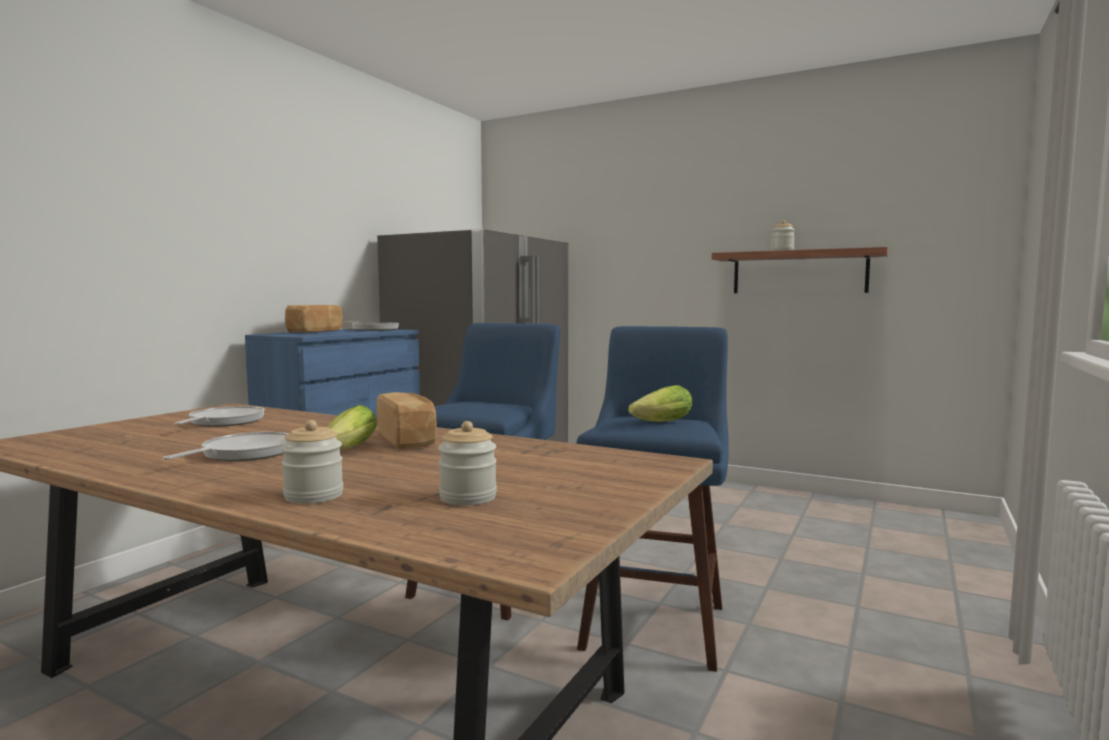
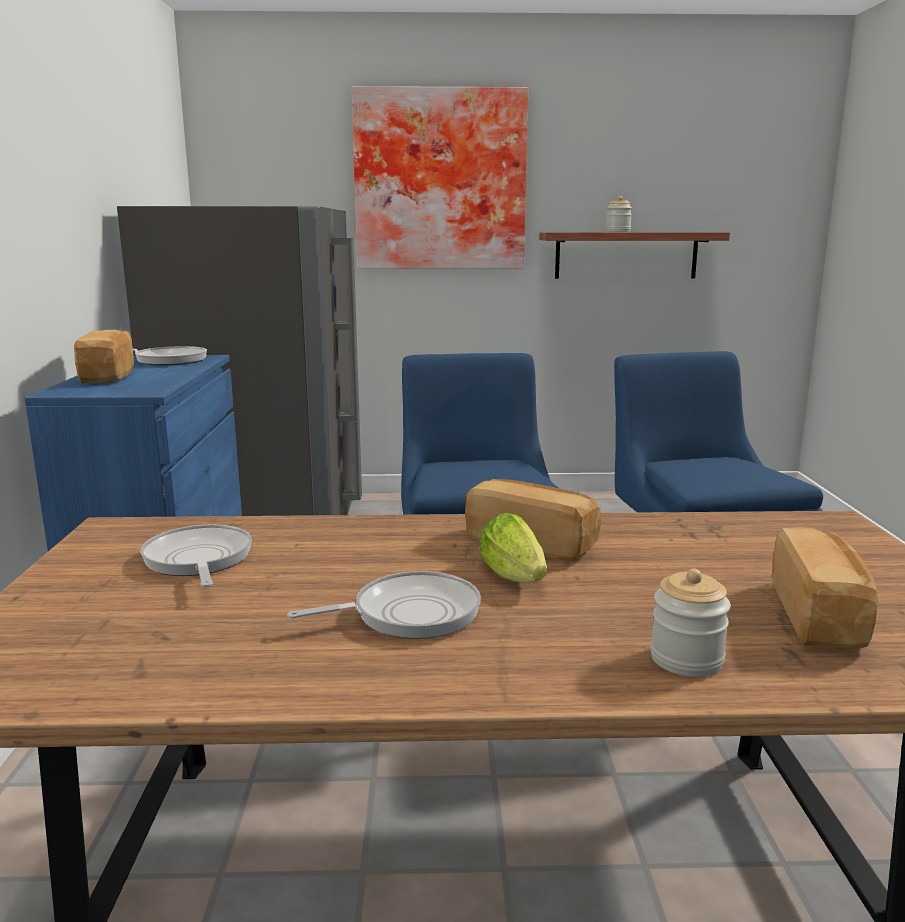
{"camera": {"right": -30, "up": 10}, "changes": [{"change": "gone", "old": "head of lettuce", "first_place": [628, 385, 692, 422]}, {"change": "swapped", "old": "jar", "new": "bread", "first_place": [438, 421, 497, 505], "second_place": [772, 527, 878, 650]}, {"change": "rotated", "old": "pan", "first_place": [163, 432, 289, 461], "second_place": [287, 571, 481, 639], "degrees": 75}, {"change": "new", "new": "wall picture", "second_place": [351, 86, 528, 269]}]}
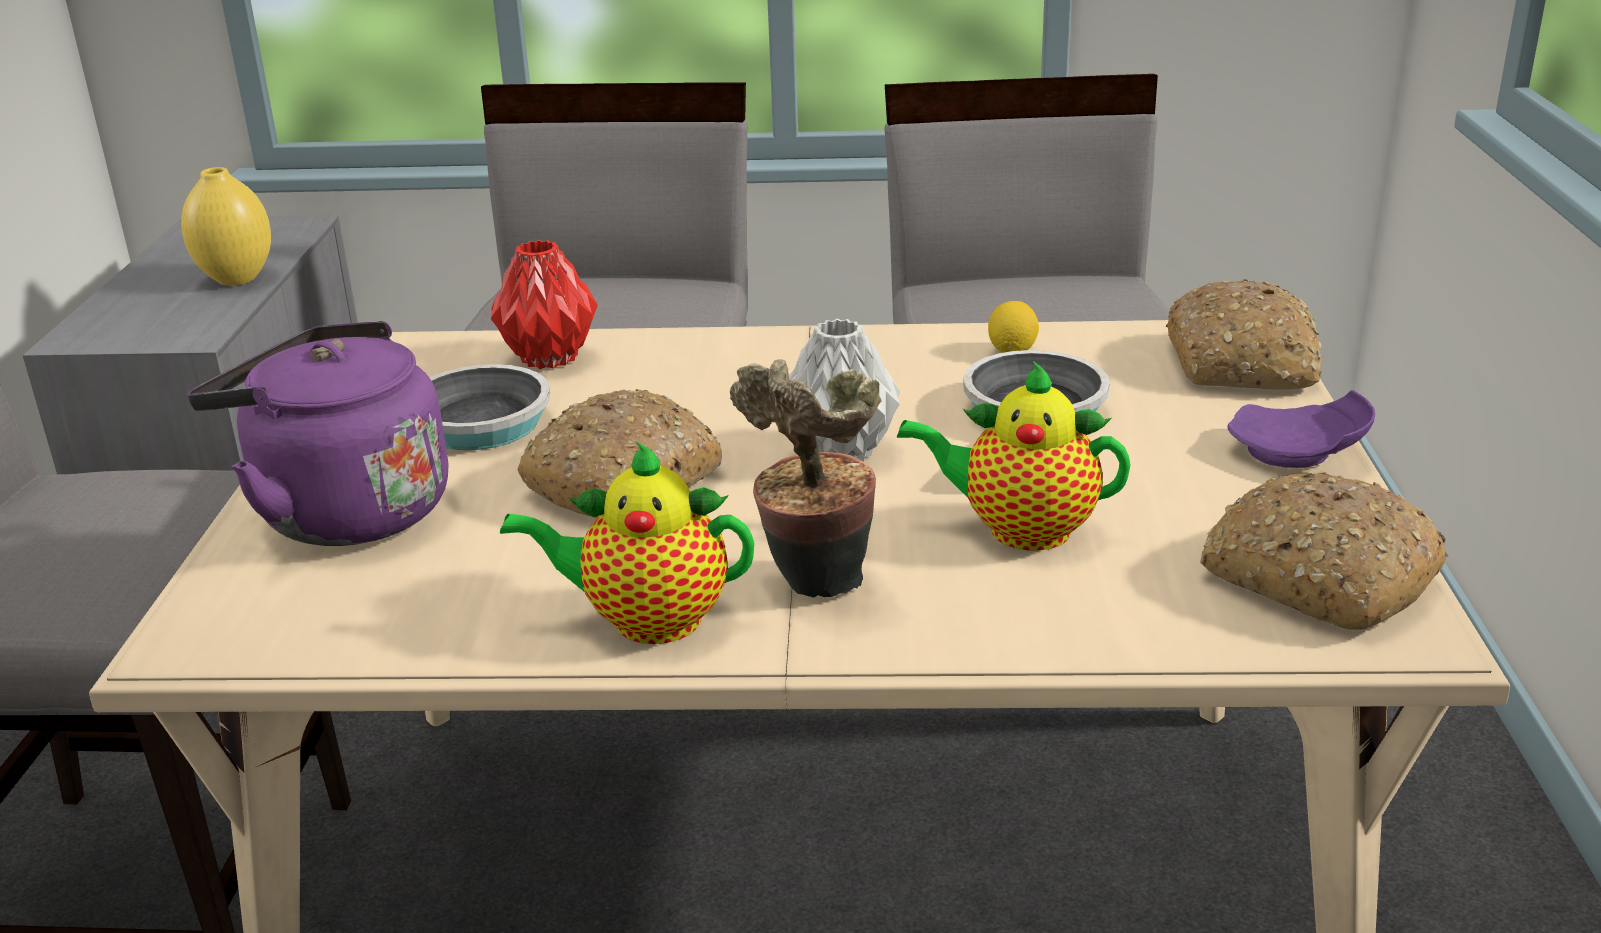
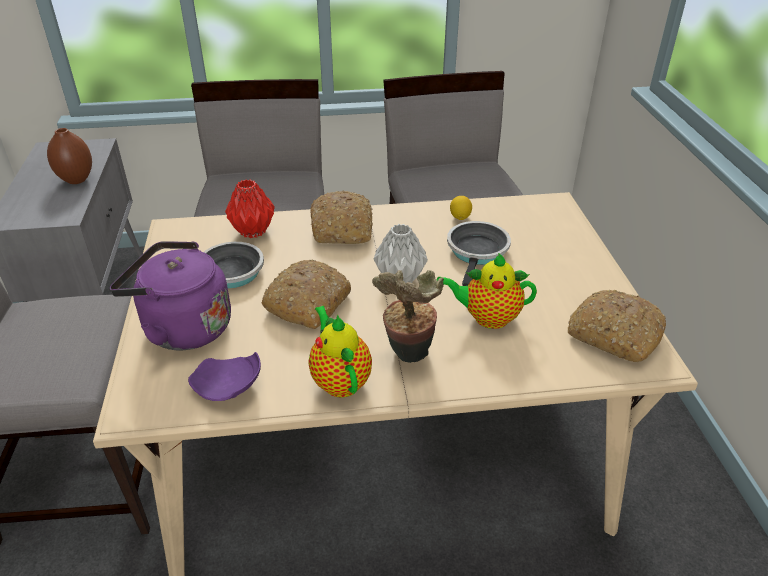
{"camera": {"right": -10, "up": 10}, "changes": [{"change": "repainted", "old": "vase (yellow)", "new": "vase (brownish)", "first_place": [181, 167, 271, 286], "second_place": [47, 128, 92, 184]}, {"change": "shifted", "old": "bread", "first_place": [1166, 279, 1322, 389], "second_place": [310, 191, 373, 244]}, {"change": "shifted", "old": "flat dish (purple)", "first_place": [1227, 390, 1375, 468], "second_place": [188, 352, 261, 401]}, {"change": "rotated", "old": "pot for tea", "first_place": [500, 441, 754, 644], "second_place": [308, 306, 372, 398], "degrees": 75}]}
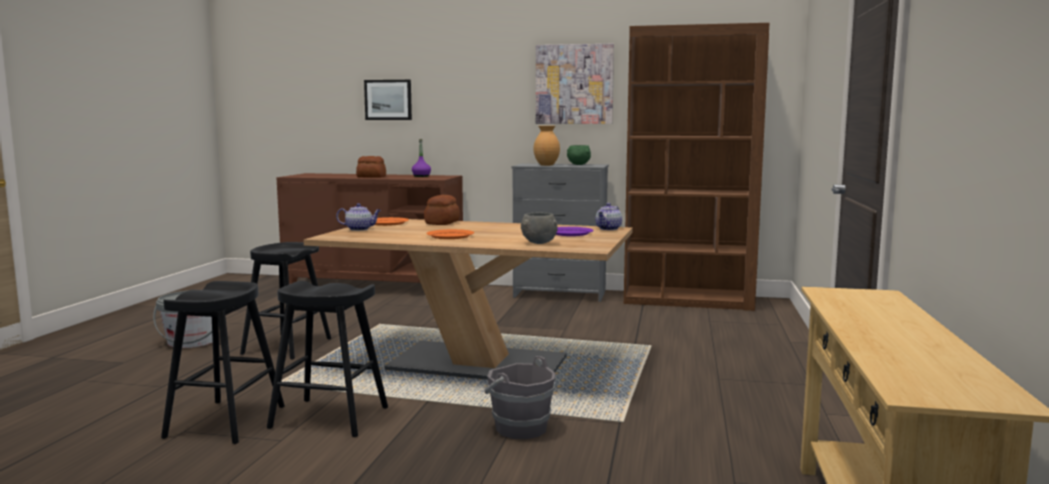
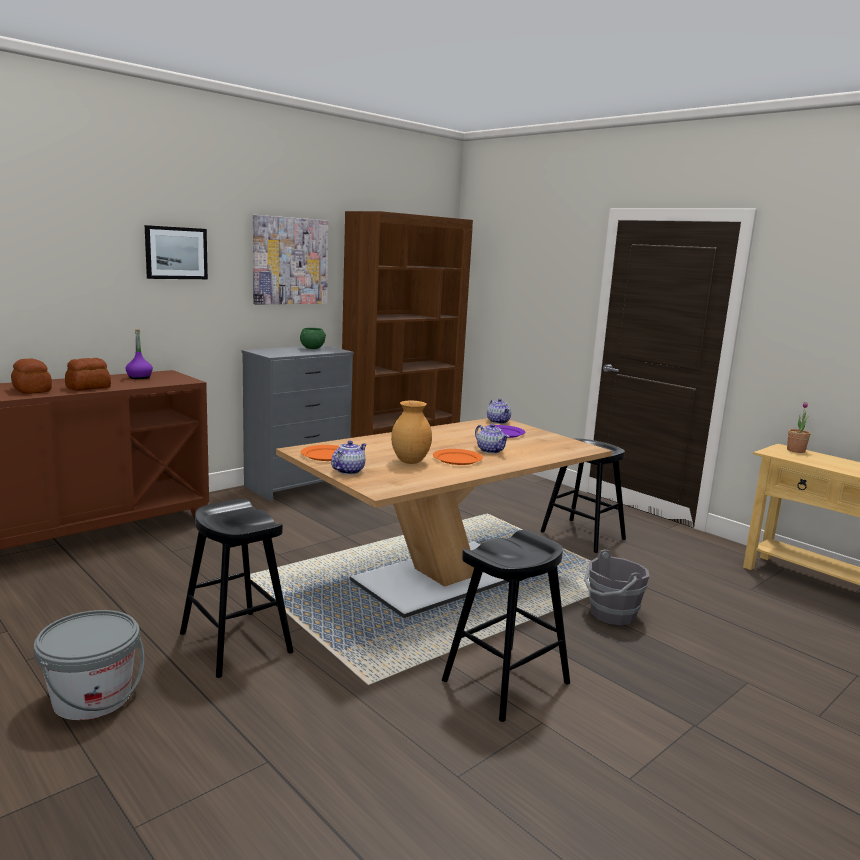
{"camera": {"right": -55, "up": 5}, "changes": [{"change": "shifted", "old": "wall picture", "first_place": [364, 80, 412, 120], "second_place": [145, 225, 208, 279]}, {"change": "shifted", "old": "vase (brownish)", "first_place": [534, 126, 560, 166], "second_place": [391, 401, 432, 464]}, {"change": "shifted", "old": "bread", "first_place": [424, 195, 460, 225], "second_place": [11, 359, 52, 394]}, {"change": "gone", "old": "bowl (grey)", "first_place": [521, 213, 558, 244]}, {"change": "shifted", "old": "sitting stool (black-coloured)", "first_place": [161, 281, 285, 444], "second_place": [541, 438, 626, 553]}, {"change": "new", "new": "plant in a pot", "second_place": [787, 402, 811, 453]}, {"change": "new", "new": "pot for tea", "second_place": [475, 424, 509, 454]}]}
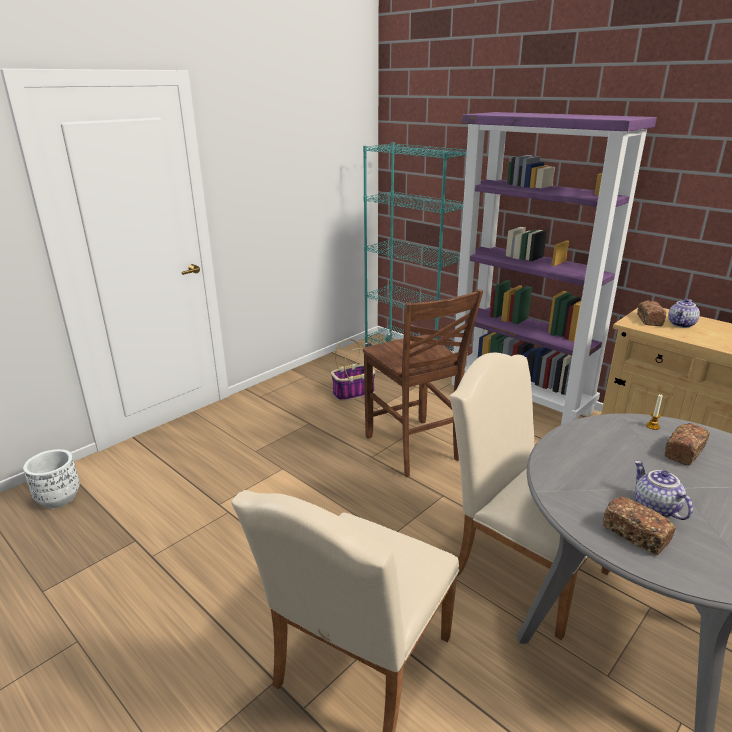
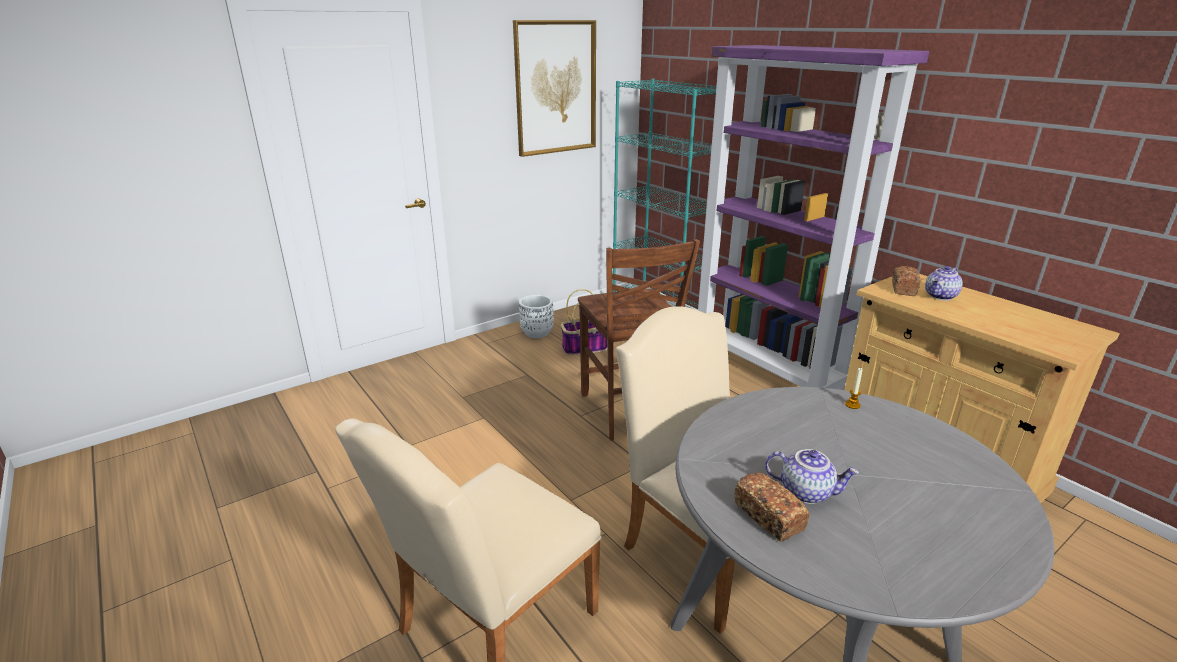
{"camera": {"right": 10, "up": 0}, "changes": [{"change": "gone", "old": "bread", "first_place": [665, 423, 710, 466]}, {"change": "shifted", "old": "plant pot (white-coloured)", "first_place": [23, 449, 80, 508], "second_place": [519, 295, 554, 338]}, {"change": "rotated", "old": "pot for tea", "first_place": [635, 461, 693, 520], "second_place": [765, 449, 859, 504], "degrees": 120}, {"change": "new", "new": "wall picture", "second_place": [513, 20, 596, 157]}]}
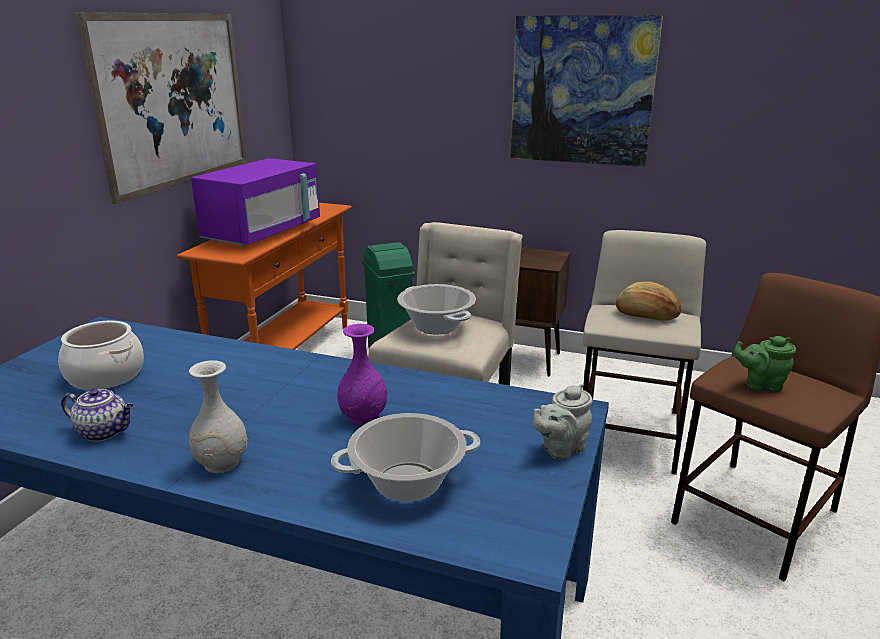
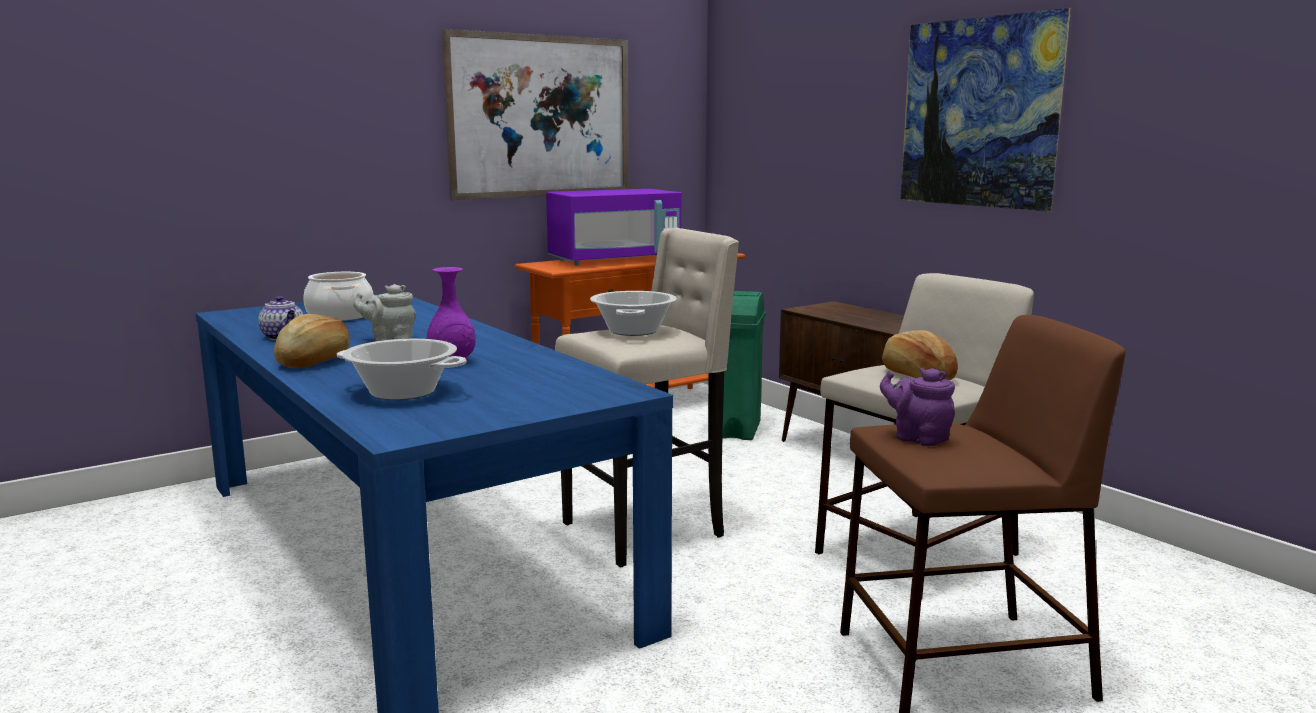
{"camera": {"right": 35, "up": -10}, "changes": [{"change": "repainted", "old": "pot for tea (greenish)", "new": "pot for tea (purple)", "first_place": [733, 336, 796, 392], "second_place": [880, 368, 955, 446]}, {"change": "swapped", "old": "vase (white-coloured)", "new": "bread", "first_place": [189, 360, 247, 473], "second_place": [274, 314, 350, 368]}, {"change": "shifted", "old": "pot for tea (grey)", "first_place": [533, 384, 593, 460], "second_place": [353, 284, 416, 342]}]}
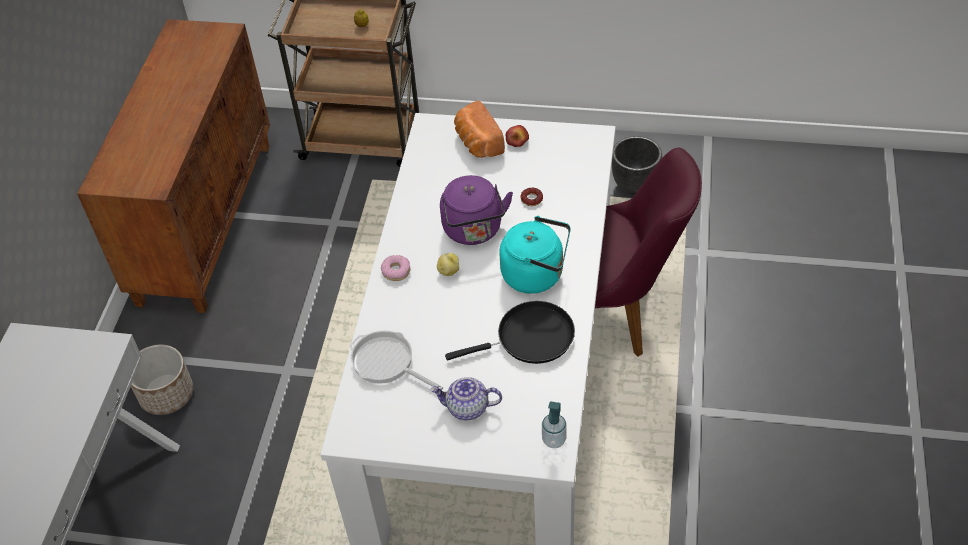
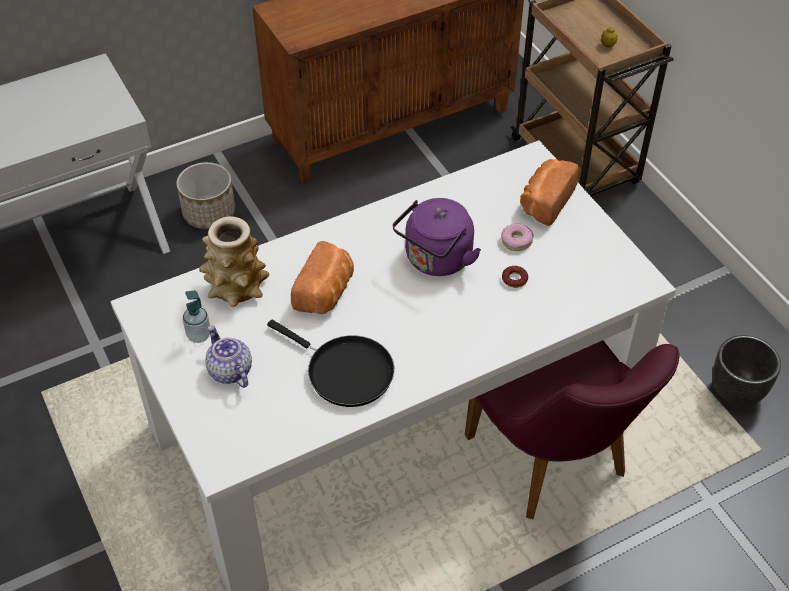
{"camera": {"right": 50, "up": 0}, "changes": [{"change": "gone", "old": "whole apple", "first_place": [506, 125, 529, 147]}, {"change": "gone", "old": "kettle (turquoise-coloured)", "first_place": [499, 216, 571, 294]}, {"change": "gone", "old": "potato", "first_place": [437, 253, 459, 276]}, {"change": "shifted", "old": "ring doughnut", "first_place": [381, 255, 411, 281], "second_place": [501, 223, 534, 251]}, {"change": "swapped", "old": "pan", "new": "vase", "first_place": [350, 330, 443, 390], "second_place": [199, 216, 269, 307]}, {"change": "shifted", "old": "soap dispenser", "first_place": [542, 401, 567, 448], "second_place": [183, 291, 210, 343]}, {"change": "new", "new": "bread", "second_place": [291, 241, 354, 314]}]}
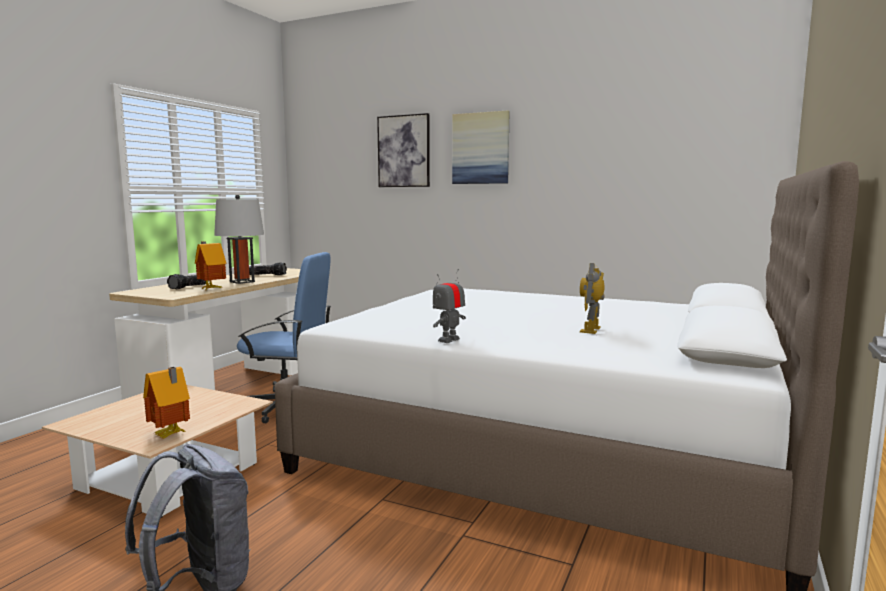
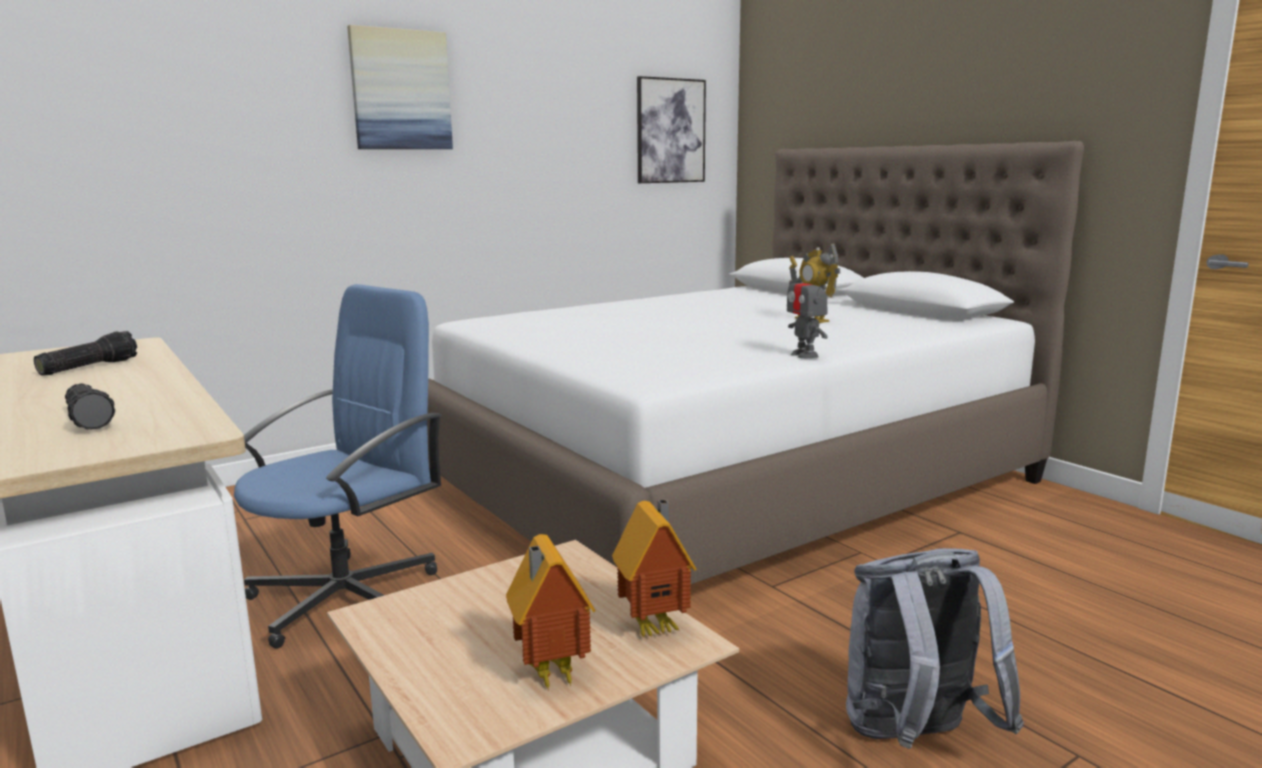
{"camera": {"right": -60, "up": 5}, "changes": [{"change": "shifted", "old": "wall picture", "first_place": [377, 113, 430, 187], "second_place": [637, 76, 706, 183]}, {"change": "gone", "old": "lamp for a table (grey)", "first_place": [214, 195, 264, 284]}, {"change": "shifted", "old": "miniature house", "first_place": [195, 241, 226, 290], "second_place": [506, 534, 596, 691]}]}
